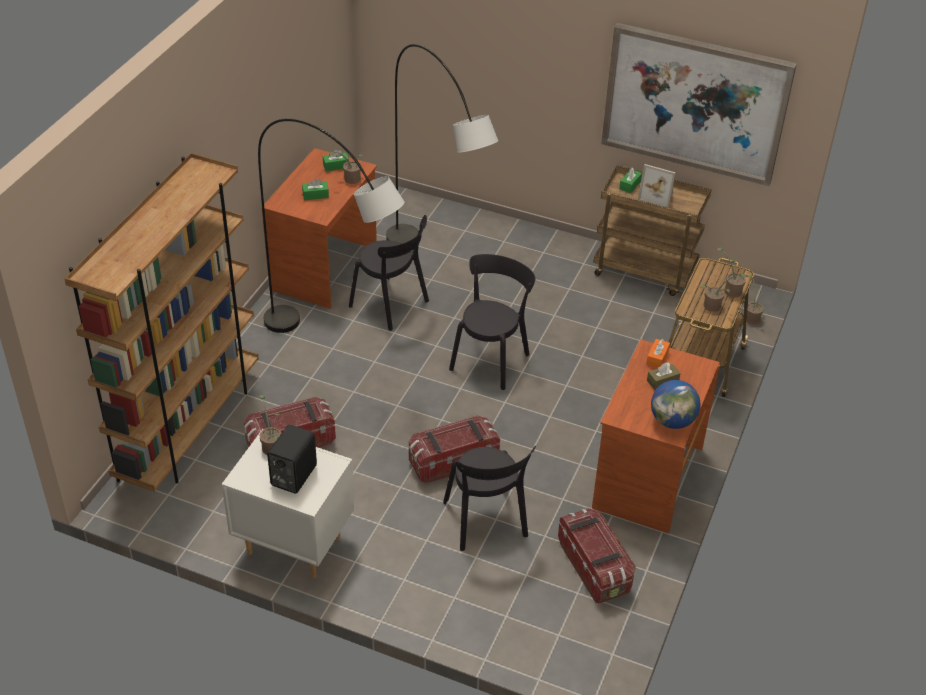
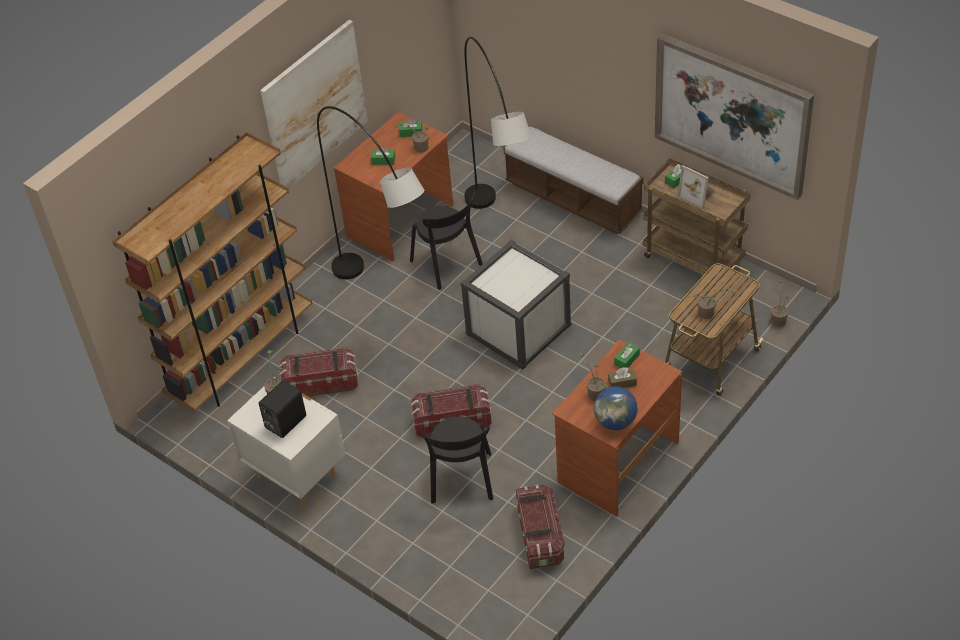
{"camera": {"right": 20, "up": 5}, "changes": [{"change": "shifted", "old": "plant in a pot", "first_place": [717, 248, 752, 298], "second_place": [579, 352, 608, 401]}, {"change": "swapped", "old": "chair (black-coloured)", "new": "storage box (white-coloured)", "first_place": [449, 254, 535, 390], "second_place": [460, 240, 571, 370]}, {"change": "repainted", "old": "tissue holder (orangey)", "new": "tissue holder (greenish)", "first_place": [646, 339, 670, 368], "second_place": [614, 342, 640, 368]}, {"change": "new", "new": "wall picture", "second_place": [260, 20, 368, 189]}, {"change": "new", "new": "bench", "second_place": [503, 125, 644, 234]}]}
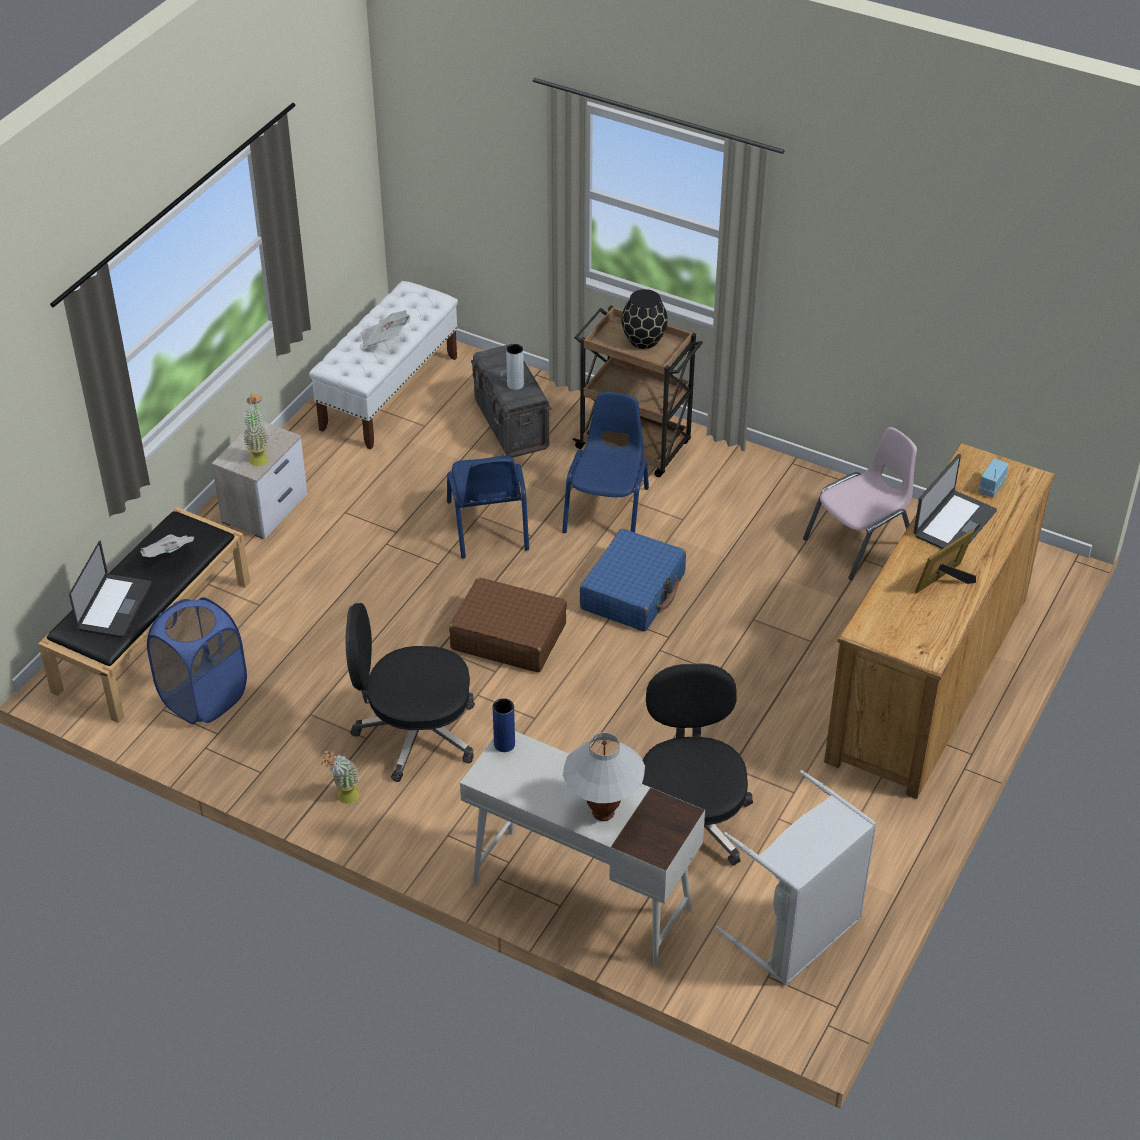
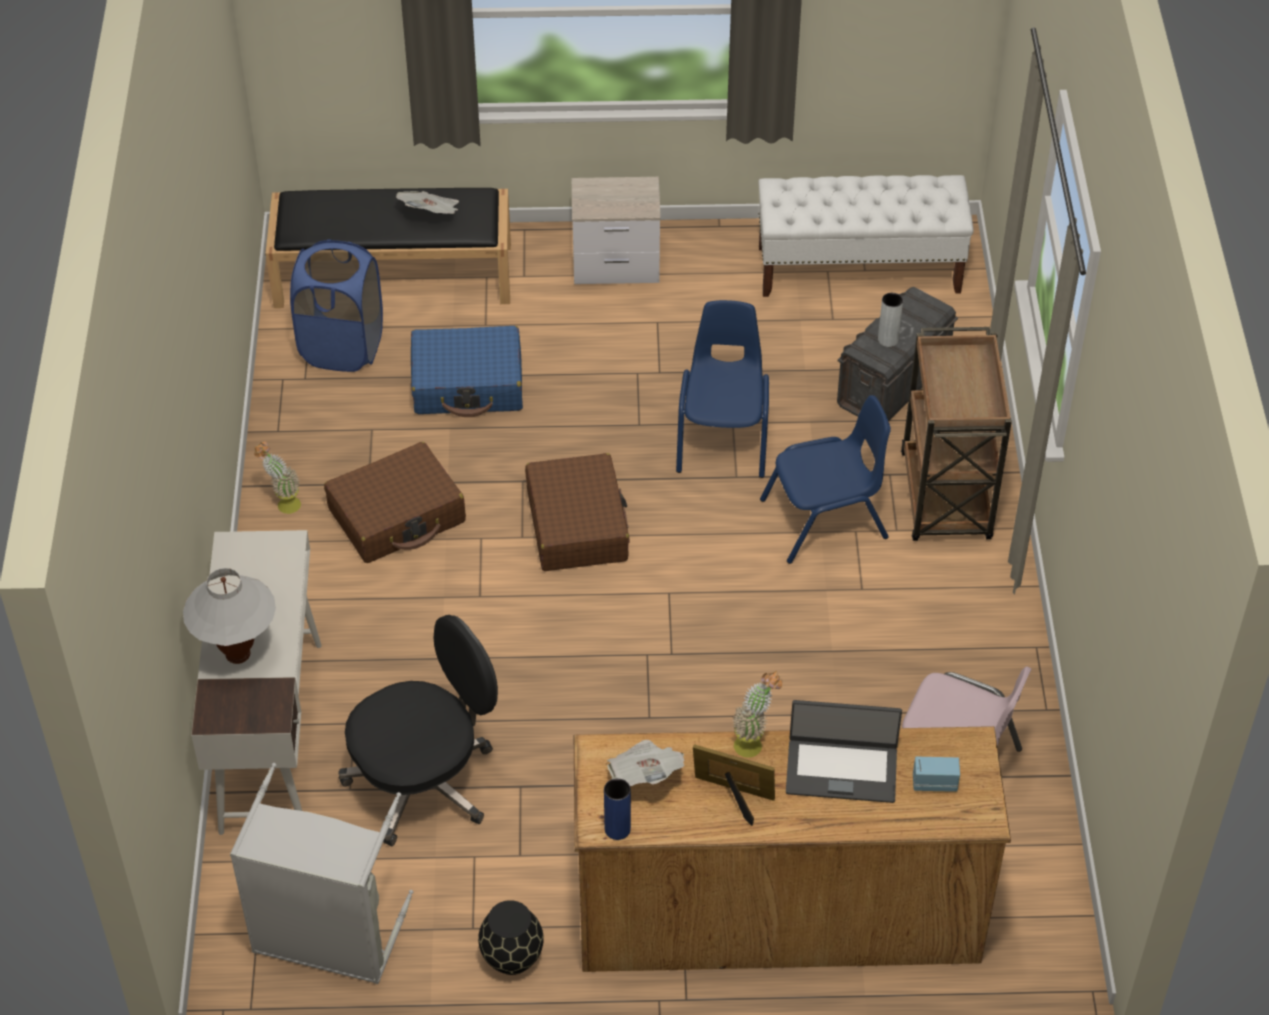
{"camera": {"right": 60, "up": 5}, "changes": [{"change": "shifted", "old": "vase (black-coloured)", "first_place": [622, 289, 668, 349], "second_place": [478, 900, 544, 975]}, {"change": "shifted", "old": "printed paper", "first_place": [361, 310, 410, 348], "second_place": [607, 740, 684, 786]}, {"change": "shifted", "old": "plant in a pot", "first_place": [243, 393, 269, 466], "second_place": [732, 671, 782, 758]}, {"change": "rotated", "old": "chair (bluish)", "first_place": [447, 455, 529, 559], "second_place": [676, 300, 769, 478], "degrees": 135}, {"change": "shifted", "old": "piece of luggage (bluish)", "first_place": [580, 529, 686, 632], "second_place": [411, 326, 523, 417]}, {"change": "gone", "old": "notebook computer", "first_place": [69, 540, 152, 638]}, {"change": "swapped", "old": "desk chair (black-coloured)", "new": "piece of luggage (brownish)", "first_place": [346, 603, 475, 782], "second_place": [324, 442, 466, 563]}, {"change": "shifted", "old": "vase (bluish)", "first_place": [493, 698, 515, 752], "second_place": [604, 778, 631, 840]}]}
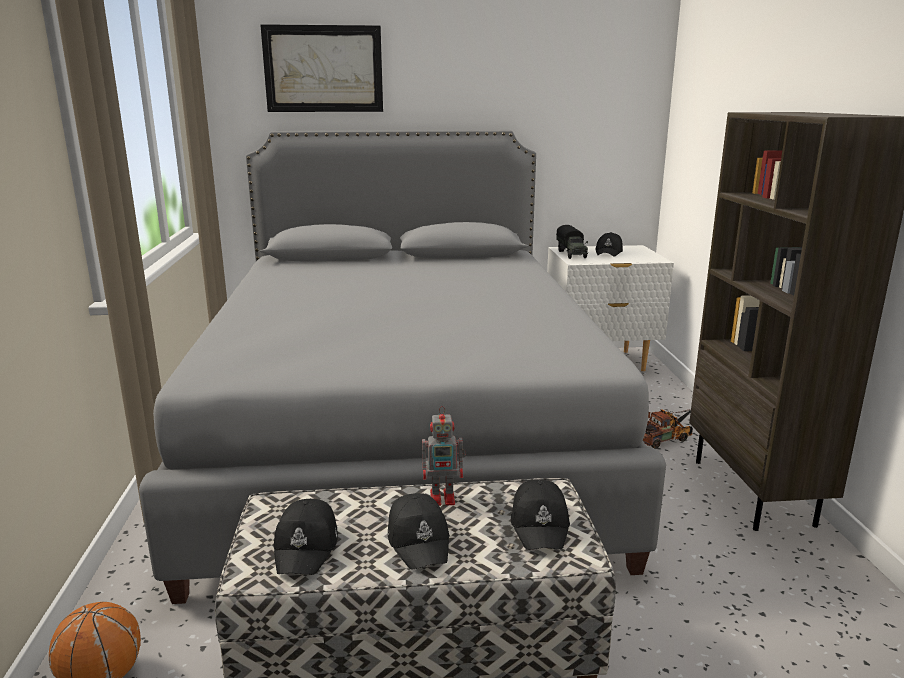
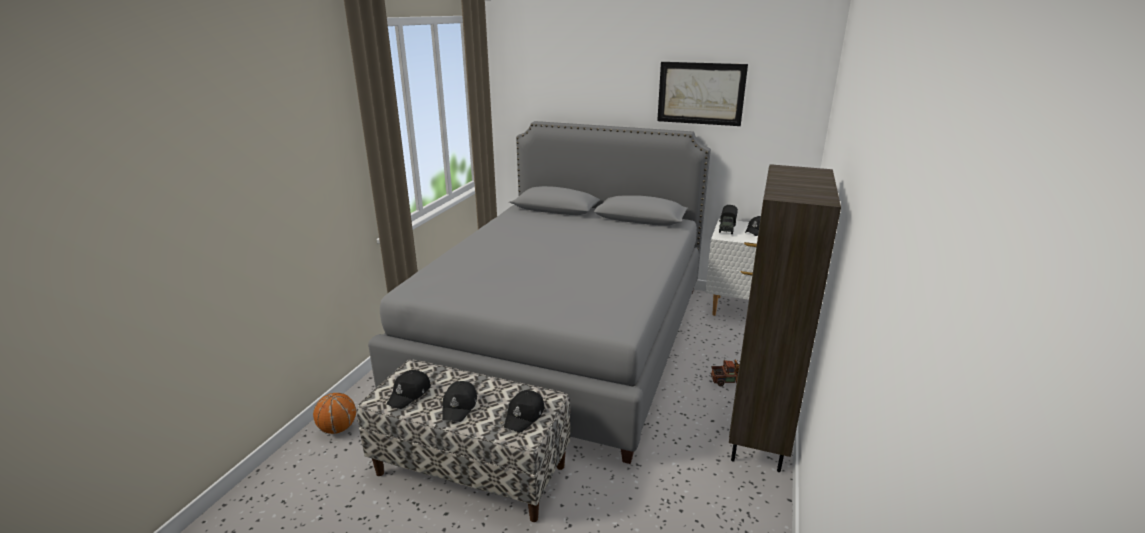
{"camera": {"right": 25, "up": 5}, "changes": [{"change": "shifted", "old": "wall picture", "first_place": [261, 24, 383, 112], "second_place": [657, 62, 748, 126]}, {"change": "gone", "old": "robot figure", "first_place": [422, 406, 466, 506]}]}
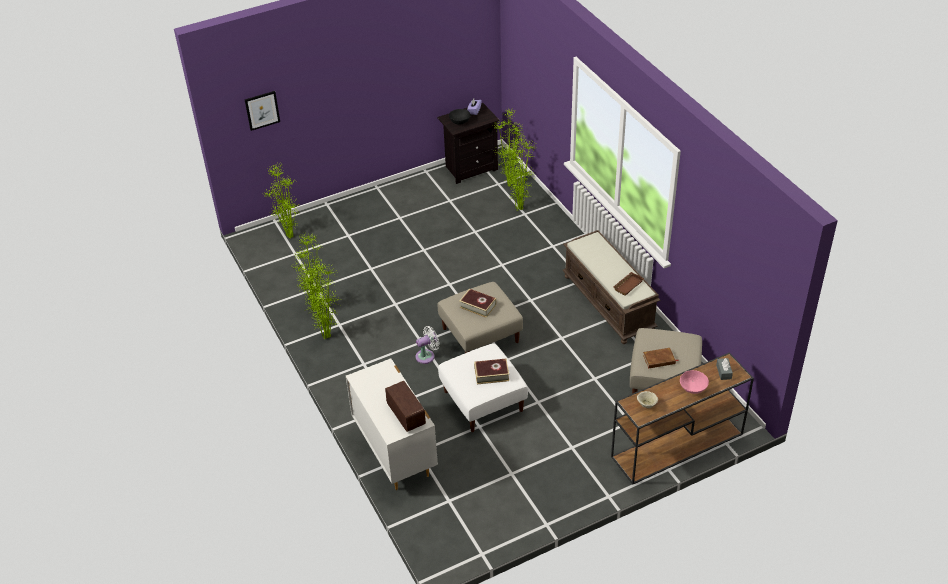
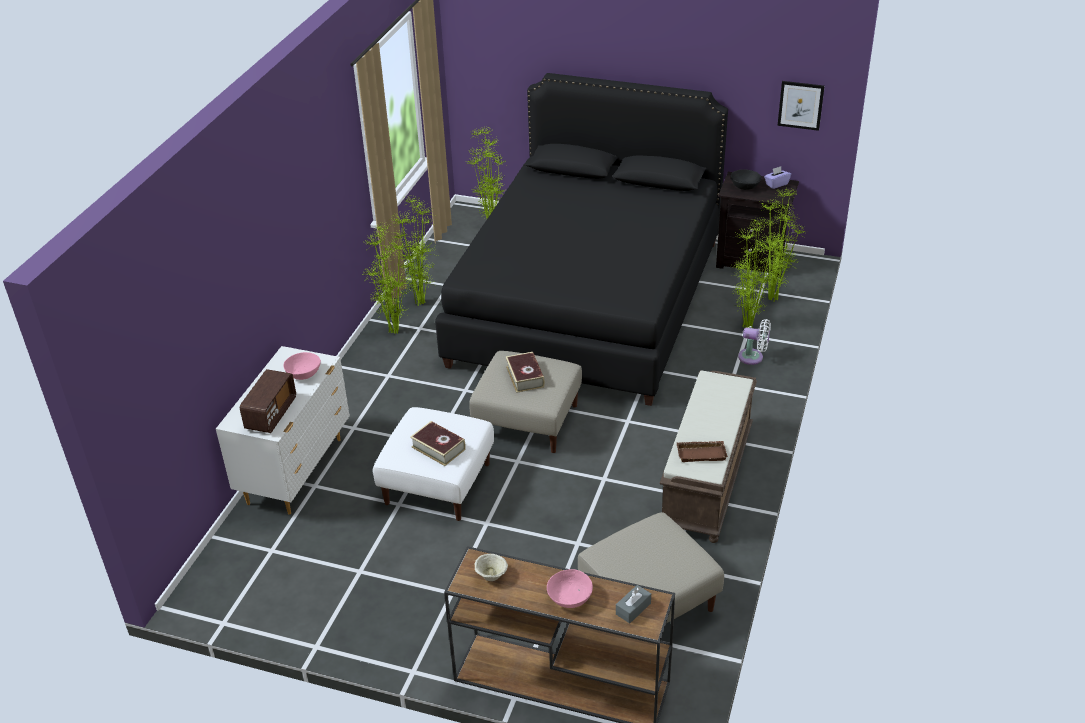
{"camera": {"right": 45, "up": -5}, "changes": [{"change": "shifted", "old": "wall picture", "first_place": [245, 91, 280, 131], "second_place": [778, 81, 825, 131]}, {"change": "shifted", "old": "fan (white-coloured)", "first_place": [416, 326, 439, 364], "second_place": [738, 319, 771, 365]}, {"change": "gone", "old": "volume (brownish)", "first_place": [643, 348, 679, 369]}, {"change": "new", "new": "bedroom bed (black-coloured)", "second_place": [435, 73, 728, 406]}, {"change": "new", "new": "bowl (pink-coloured)", "second_place": [283, 352, 321, 380]}]}
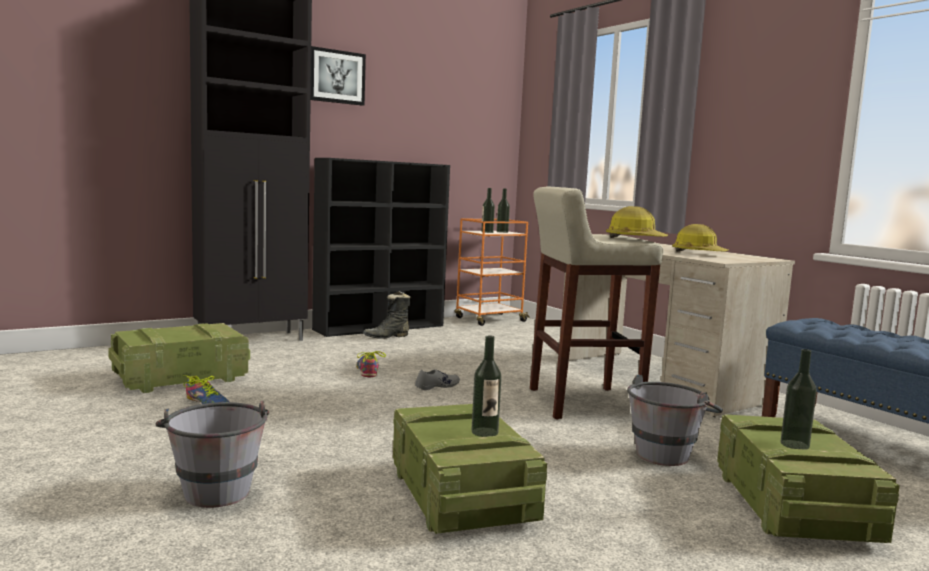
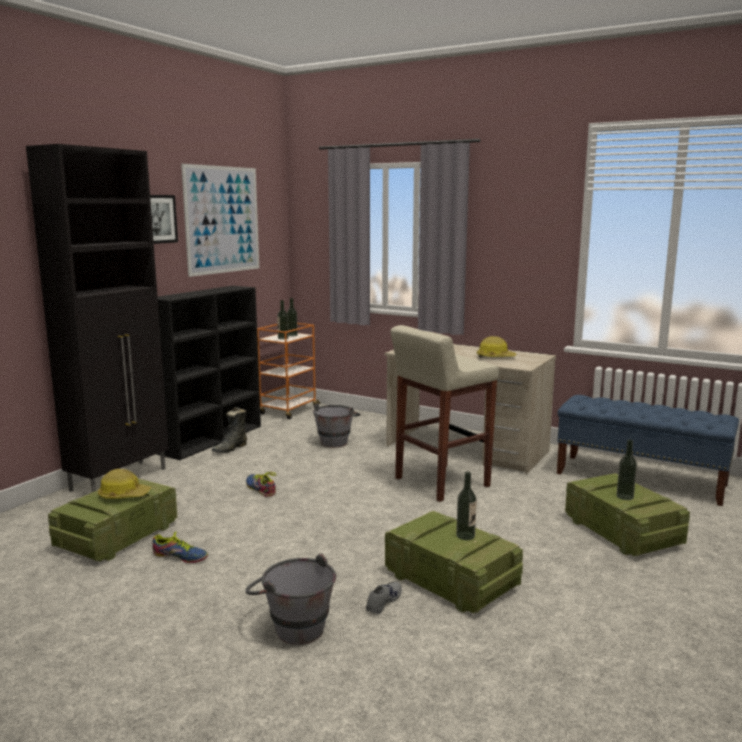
{"camera": {"right": -25, "up": 5}, "changes": [{"change": "shifted", "old": "hard hat", "first_place": [606, 206, 668, 238], "second_place": [98, 469, 151, 499]}, {"change": "shifted", "old": "shoe (grey)", "first_place": [415, 369, 460, 390], "second_place": [366, 581, 402, 614]}, {"change": "shifted", "old": "water bucket (grey)", "first_place": [627, 375, 723, 466], "second_place": [313, 403, 360, 448]}, {"change": "new", "new": "wall picture", "second_place": [181, 164, 259, 277]}]}
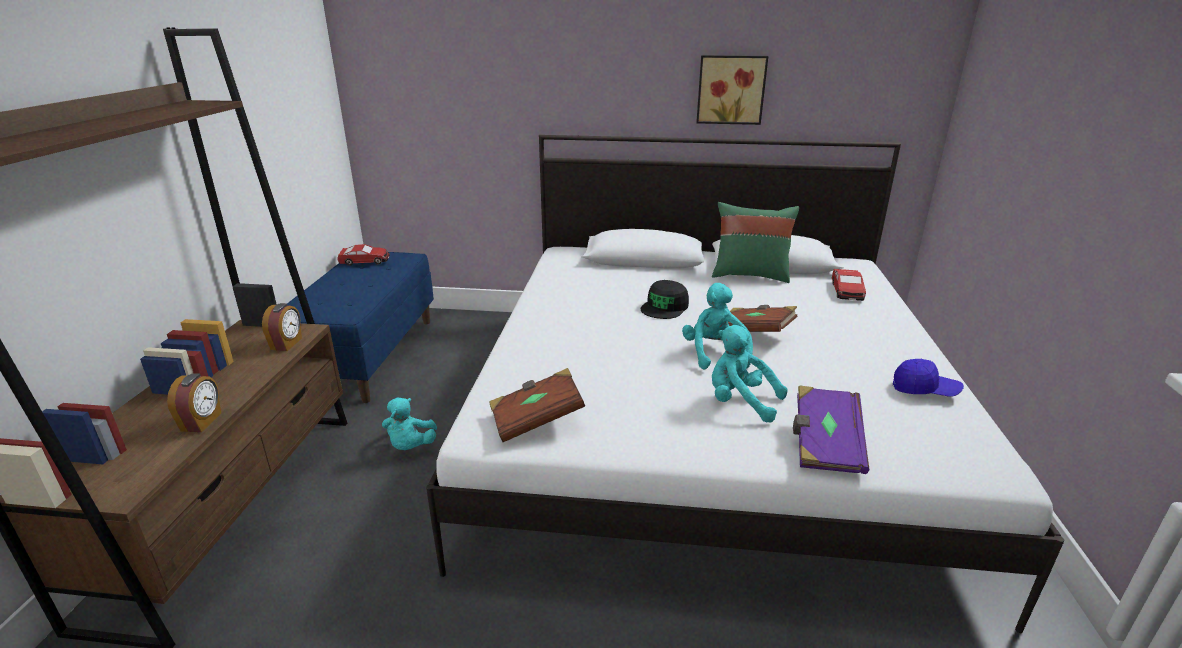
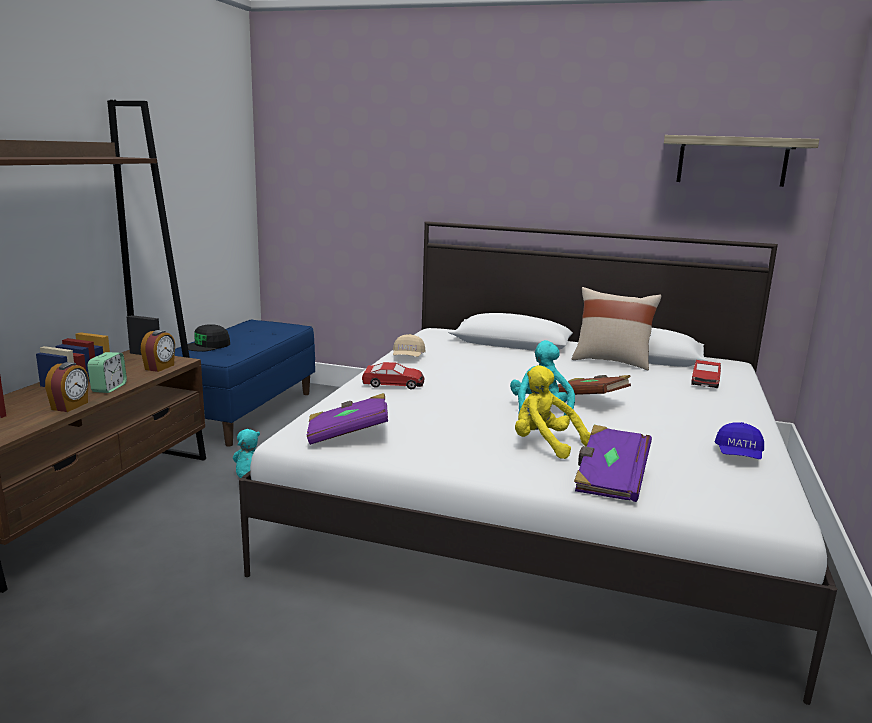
{"camera": {"right": 10, "up": -10}, "changes": [{"change": "gone", "old": "wall picture", "first_place": [696, 55, 768, 125]}, {"change": "repainted", "old": "throw pillow (greenish)", "new": "throw pillow (sand-coloured)", "first_place": [712, 202, 799, 283], "second_place": [572, 287, 661, 370]}, {"change": "shifted", "old": "toy car", "first_place": [337, 244, 390, 266], "second_place": [362, 362, 425, 389]}, {"change": "shifted", "old": "peaked cap (black-coloured)", "first_place": [641, 280, 689, 319], "second_place": [188, 324, 230, 352]}, {"change": "repainted", "old": "soft toy (turquoise-coloured)", "new": "soft toy (yellow)", "first_place": [712, 325, 788, 422], "second_place": [515, 365, 591, 459]}, {"change": "rotated", "old": "peaked cap (bluish)", "first_place": [893, 359, 964, 397], "second_place": [715, 422, 764, 459], "degrees": 75}, {"change": "repainted", "old": "volume (brownish)", "new": "volume (purple)", "first_place": [489, 368, 585, 442], "second_place": [307, 393, 388, 445]}, {"change": "new", "new": "bracket shelf", "second_place": [664, 135, 819, 187]}, {"change": "new", "new": "peaked cap (sand-coloured)", "second_place": [393, 334, 426, 357]}, {"change": "new", "new": "bedside clock", "second_place": [87, 352, 127, 393]}]}
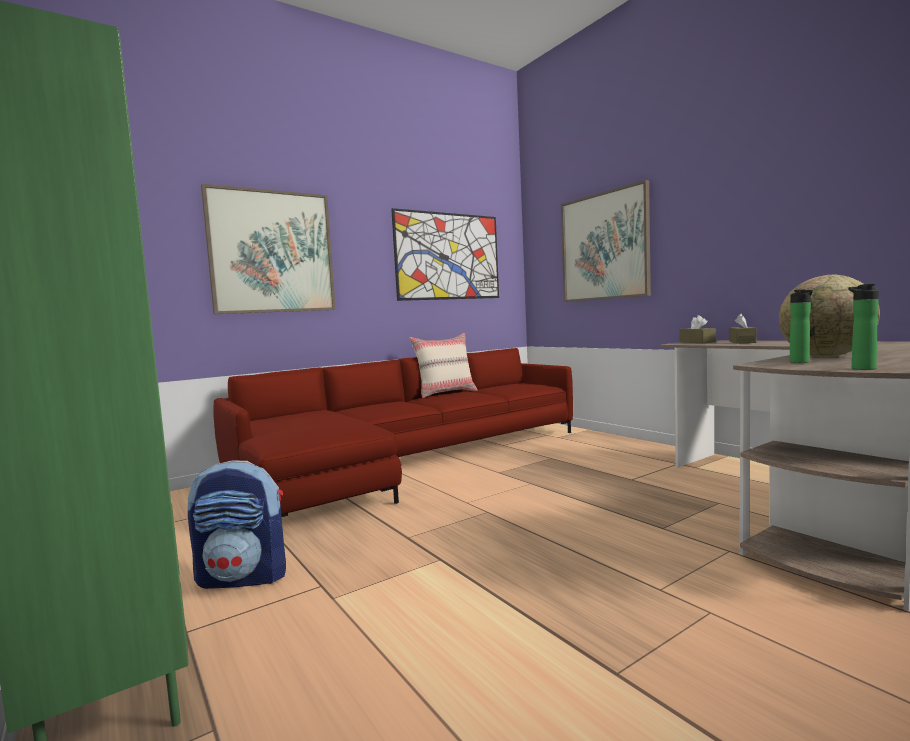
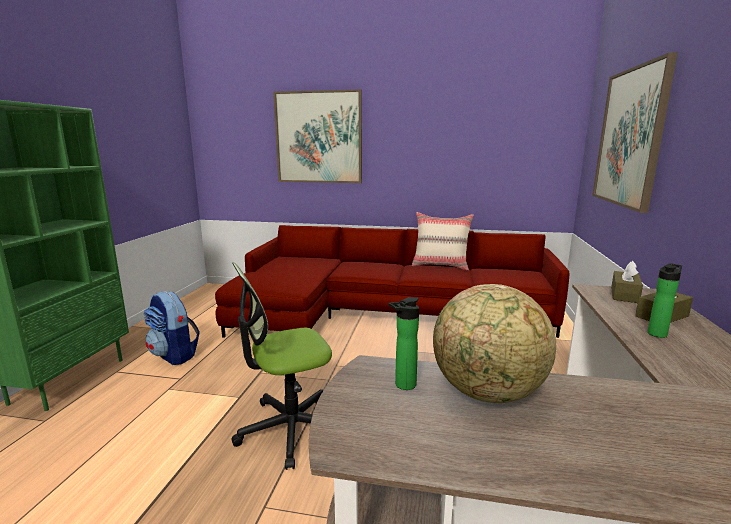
{"camera": {"right": 45, "up": 10}, "changes": [{"change": "gone", "old": "wall picture", "first_place": [391, 208, 499, 301]}, {"change": "shifted", "old": "drink bottle", "first_place": [848, 284, 879, 370], "second_place": [647, 263, 682, 338]}, {"change": "new", "new": "desk chair", "second_place": [232, 263, 332, 470]}]}
